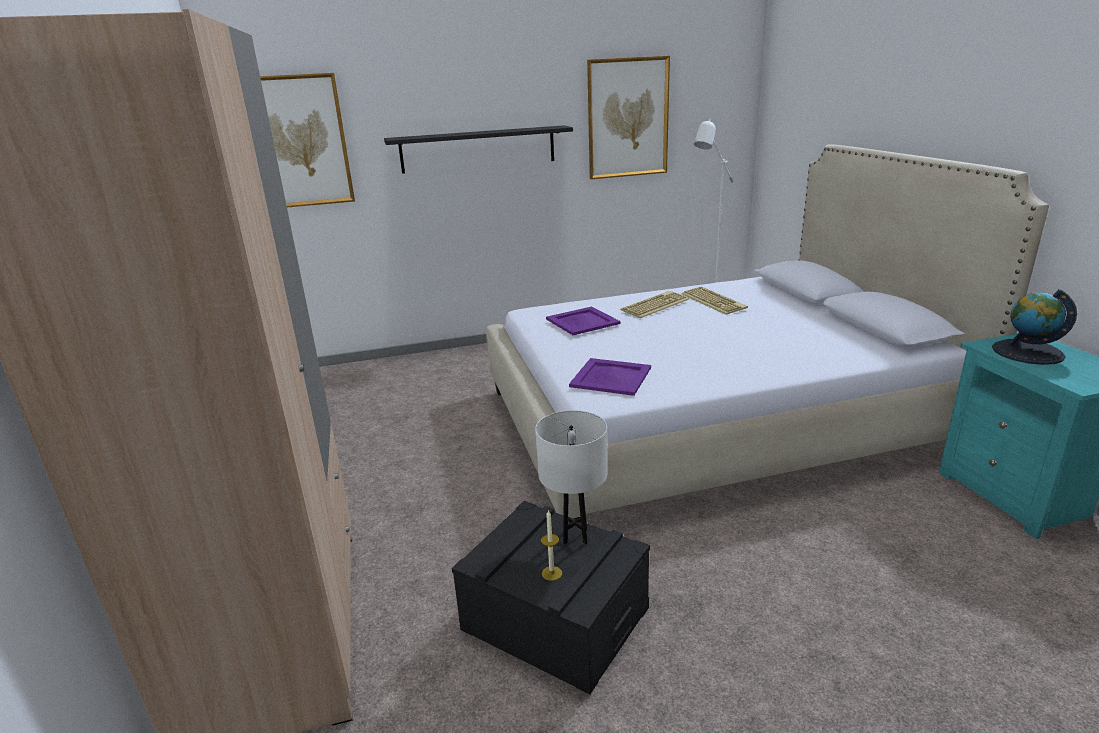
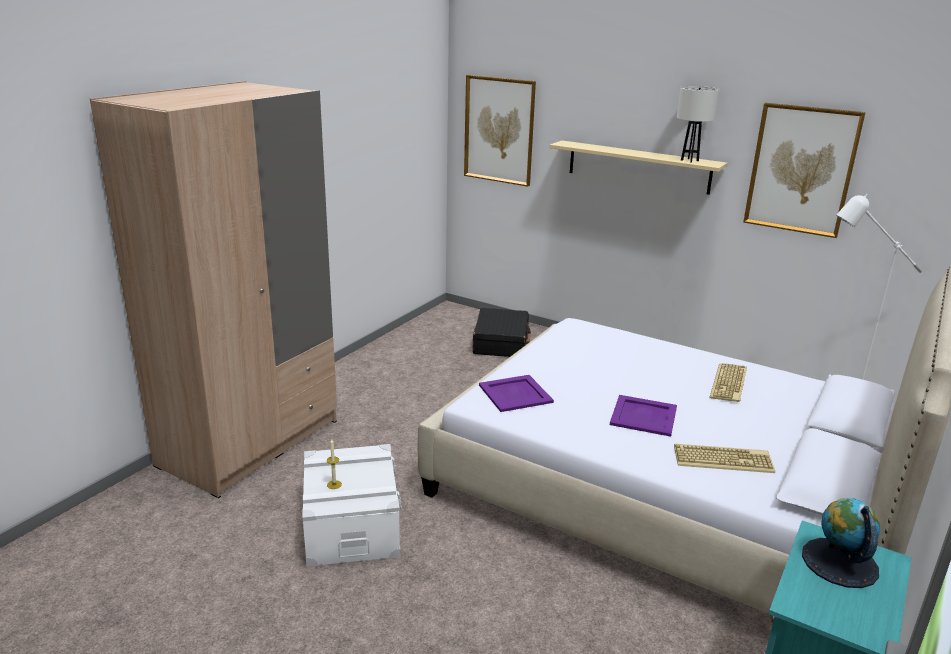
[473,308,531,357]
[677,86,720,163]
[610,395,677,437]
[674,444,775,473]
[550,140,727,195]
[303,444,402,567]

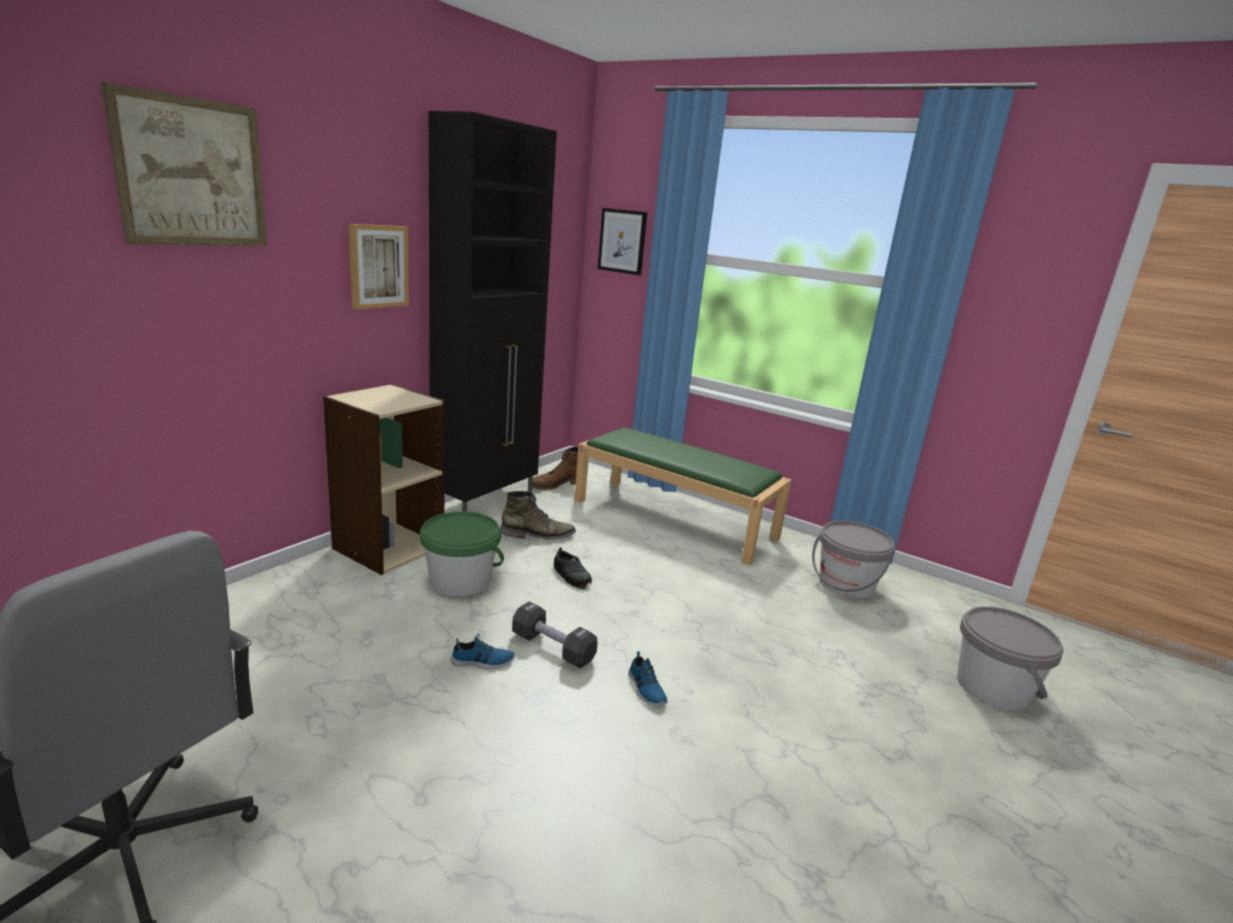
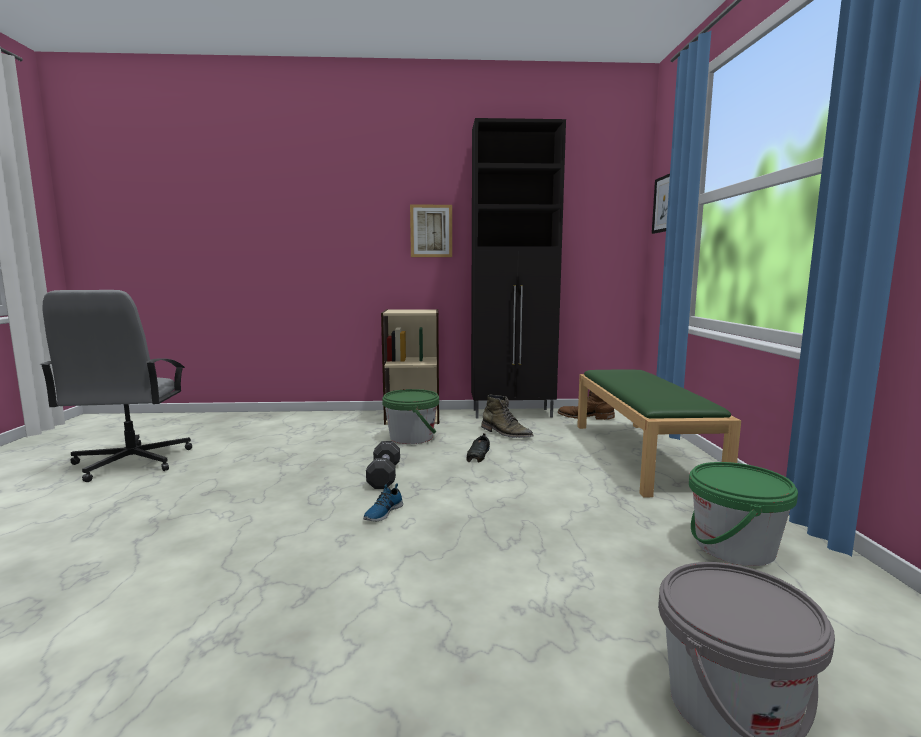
[101,82,267,246] (first image)
[451,634,515,669] (first image)
[689,462,798,566]

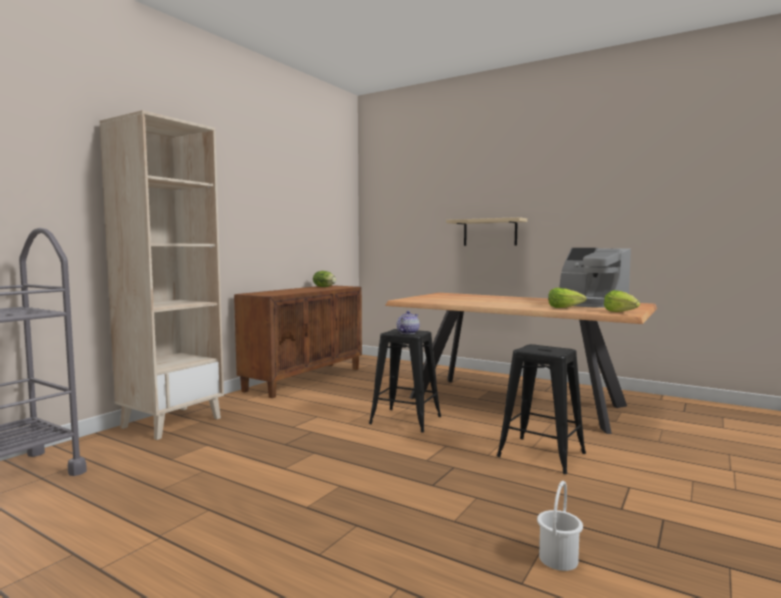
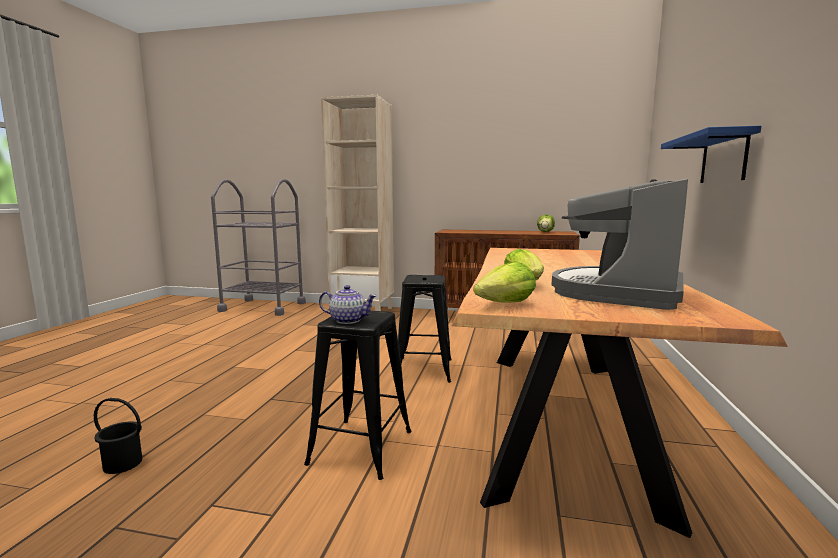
[319,285,377,324]
[661,126,761,183]
[94,398,142,474]

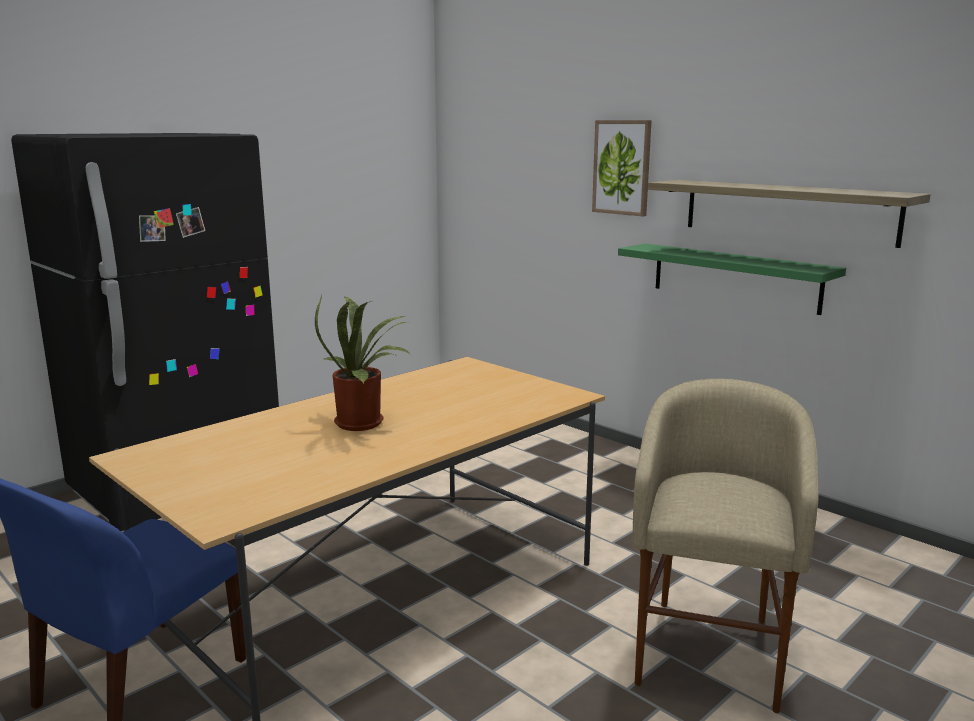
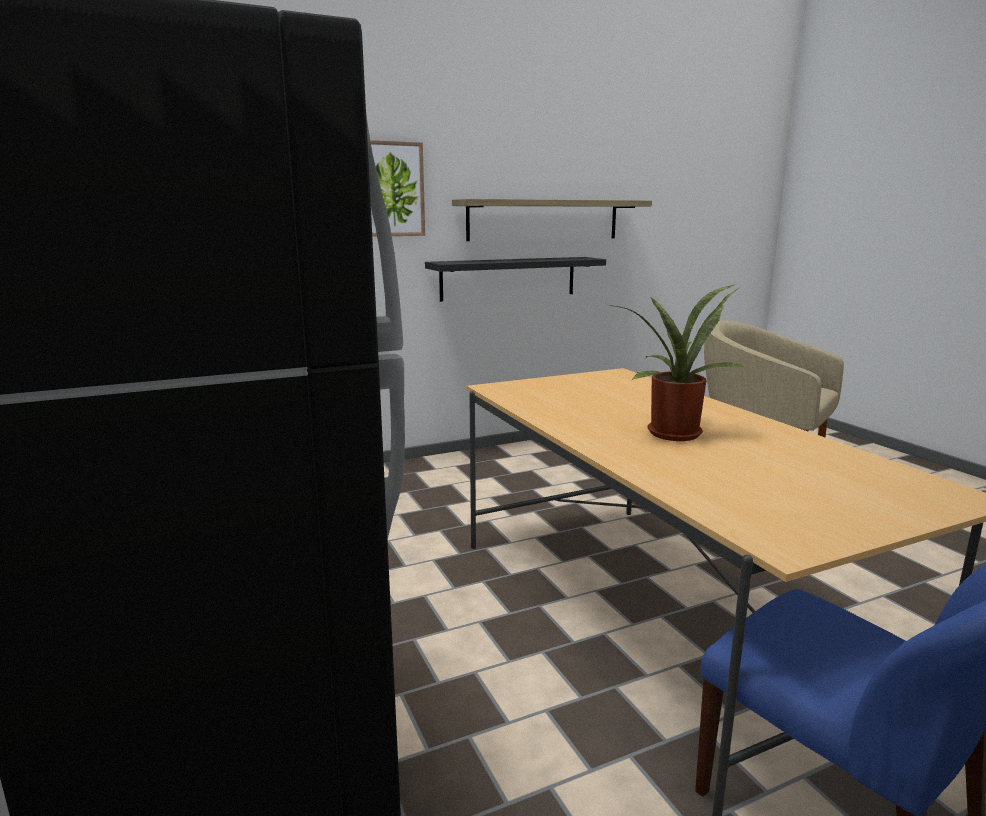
[425,257,606,302]

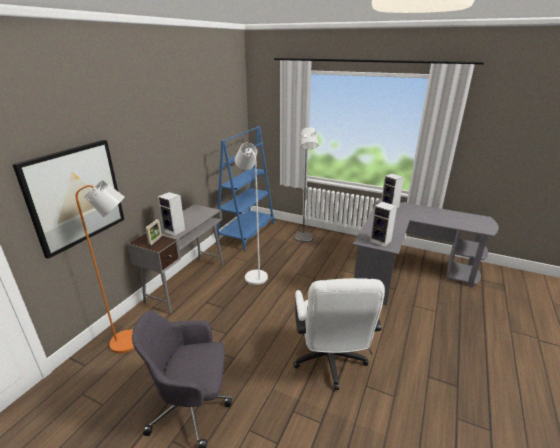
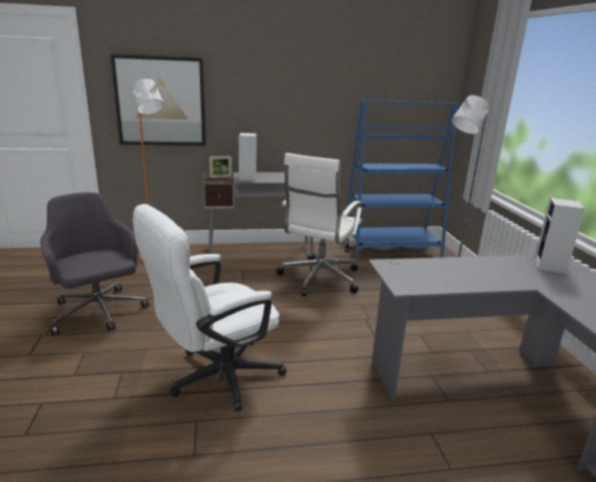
[370,201,397,247] (first image)
[276,153,362,296]

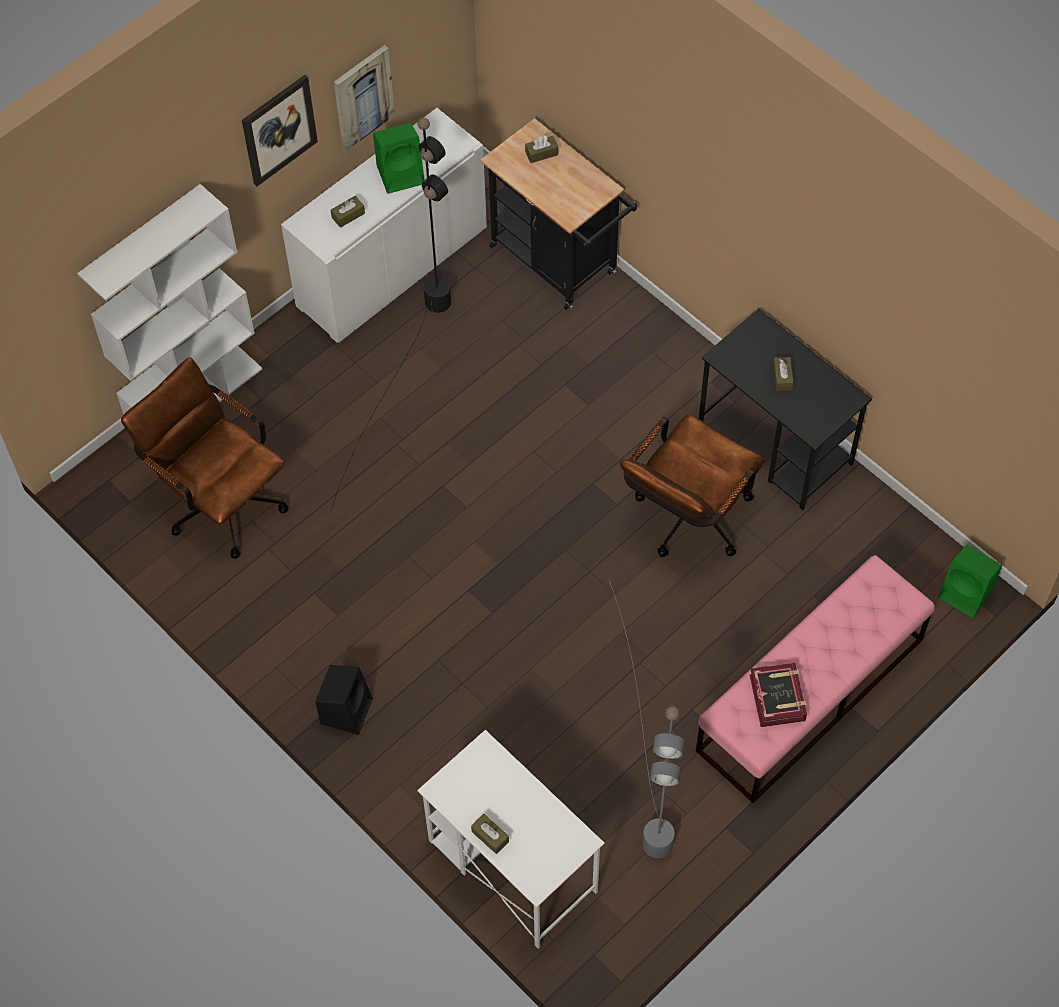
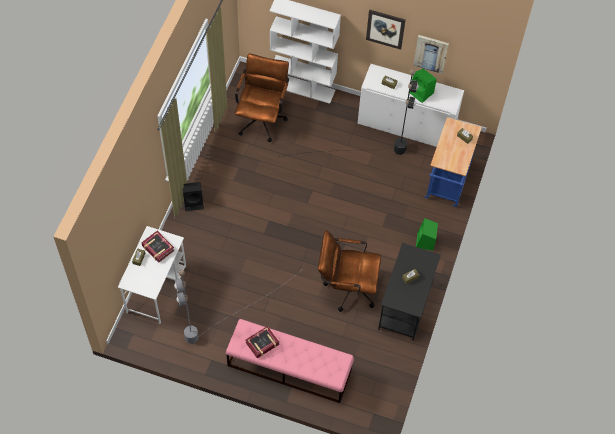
[141,231,175,263]
[416,218,438,251]
[425,117,482,208]

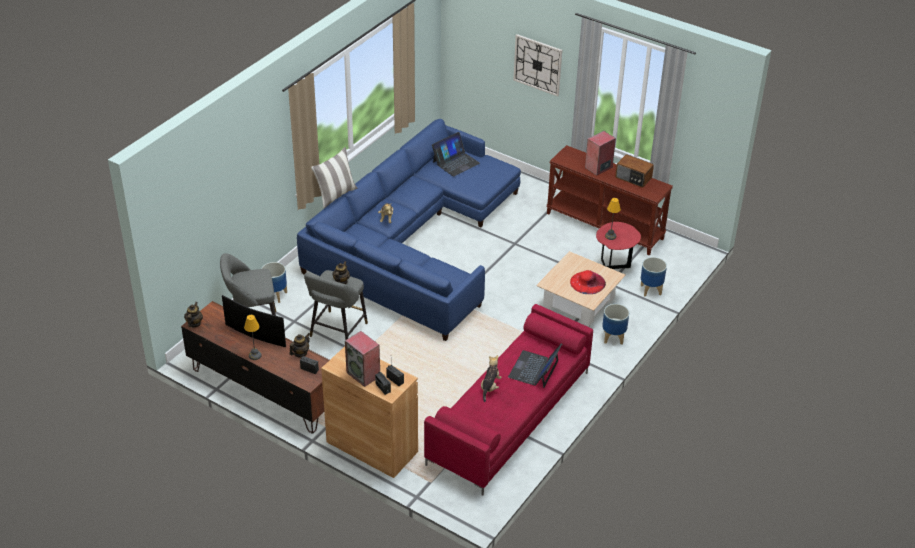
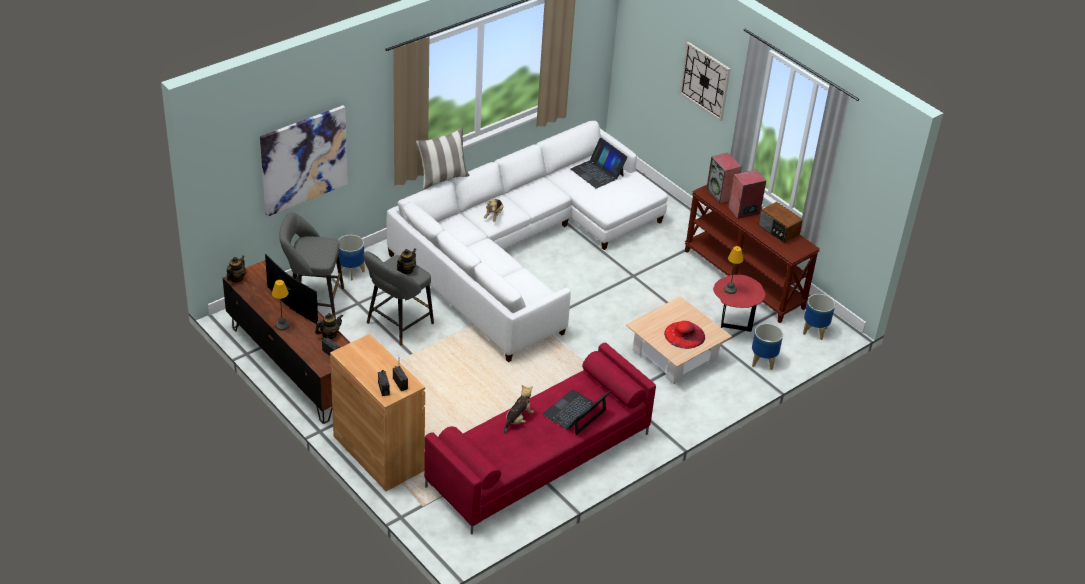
[260,105,348,217]
[706,153,742,204]
[803,294,835,340]
[387,121,668,362]
[571,138,627,189]

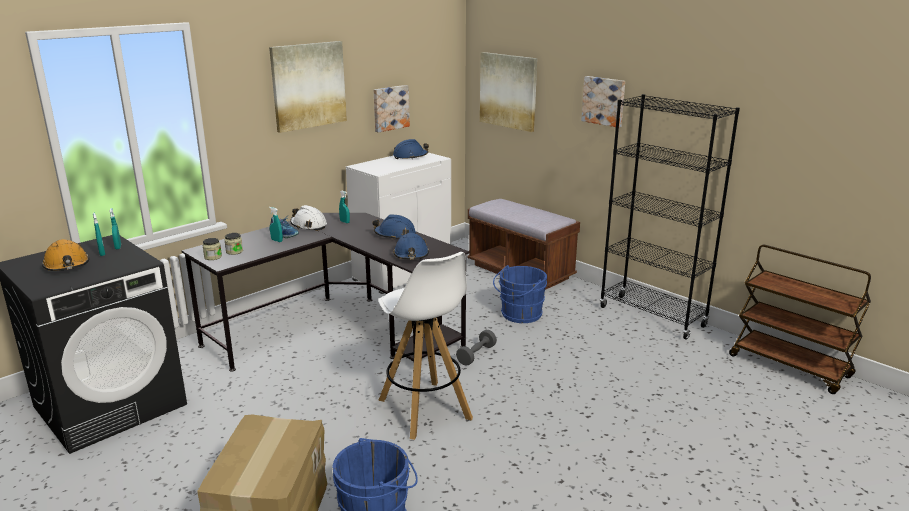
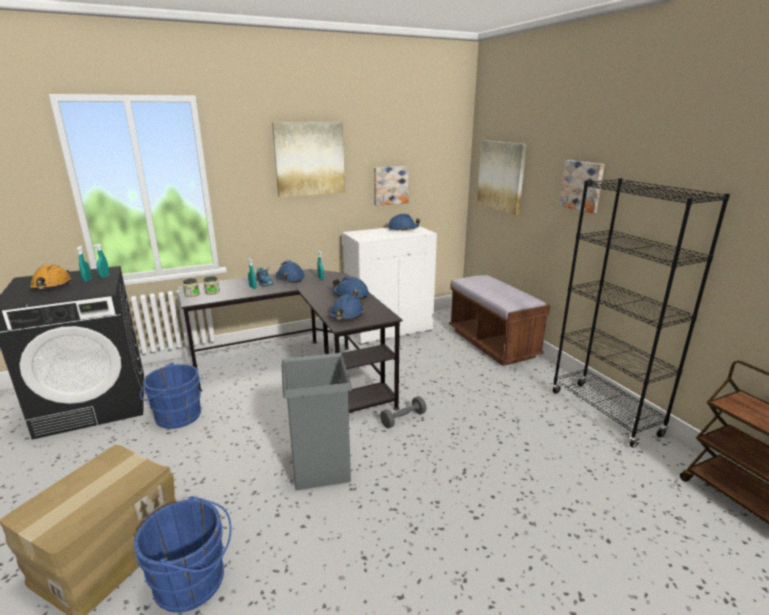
[140,362,202,429]
[282,353,352,490]
[276,260,305,283]

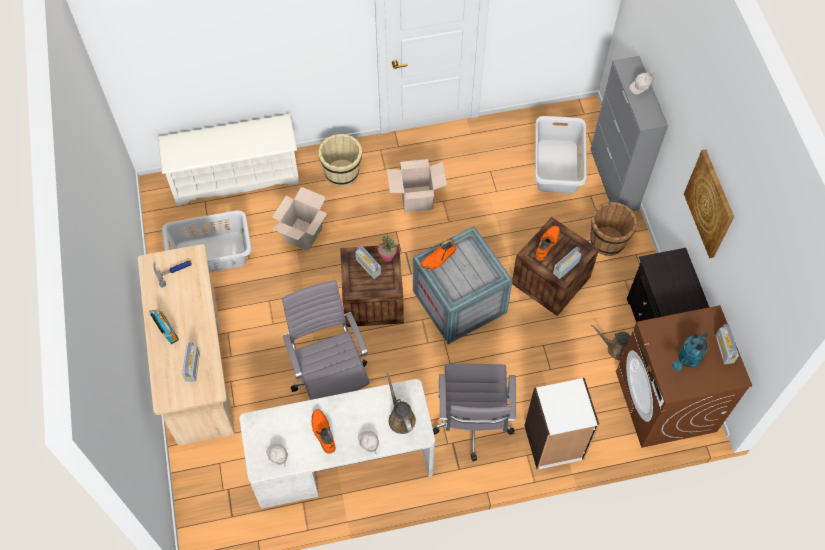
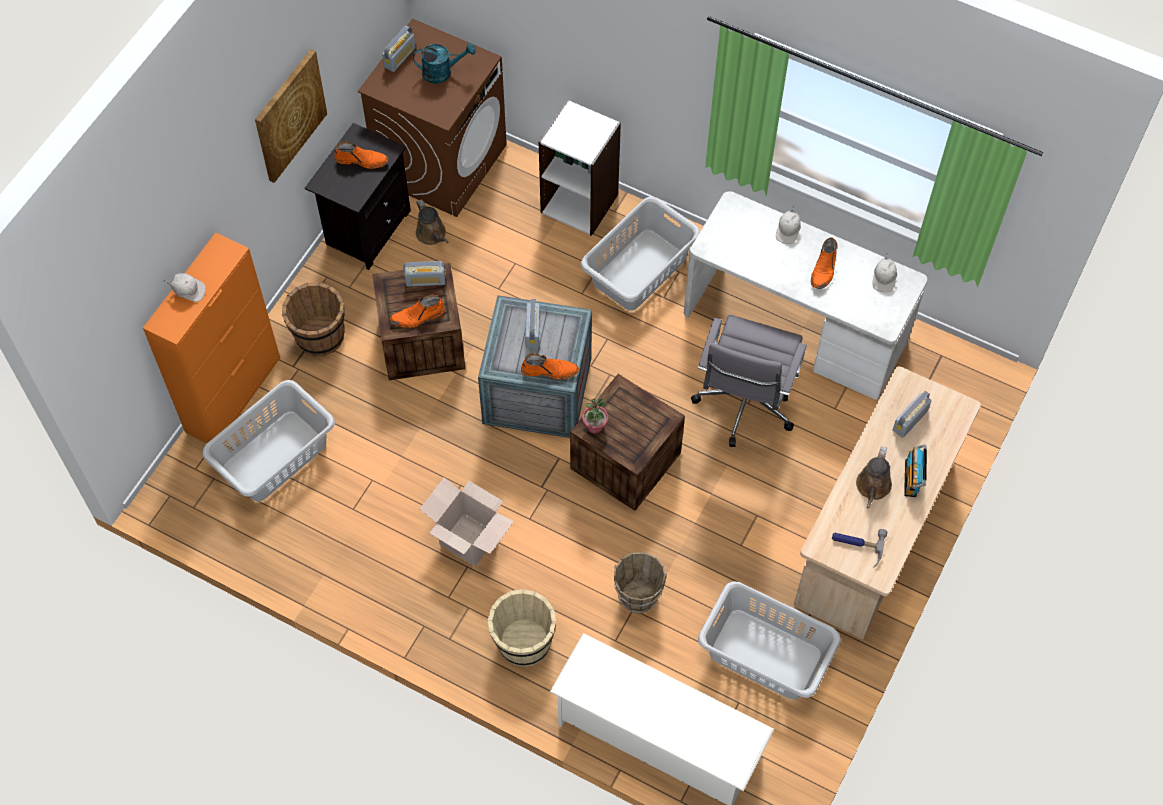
[334,141,388,169]
[525,299,540,348]
[856,446,892,509]
[614,552,667,614]
[580,197,700,311]
[143,233,280,443]

